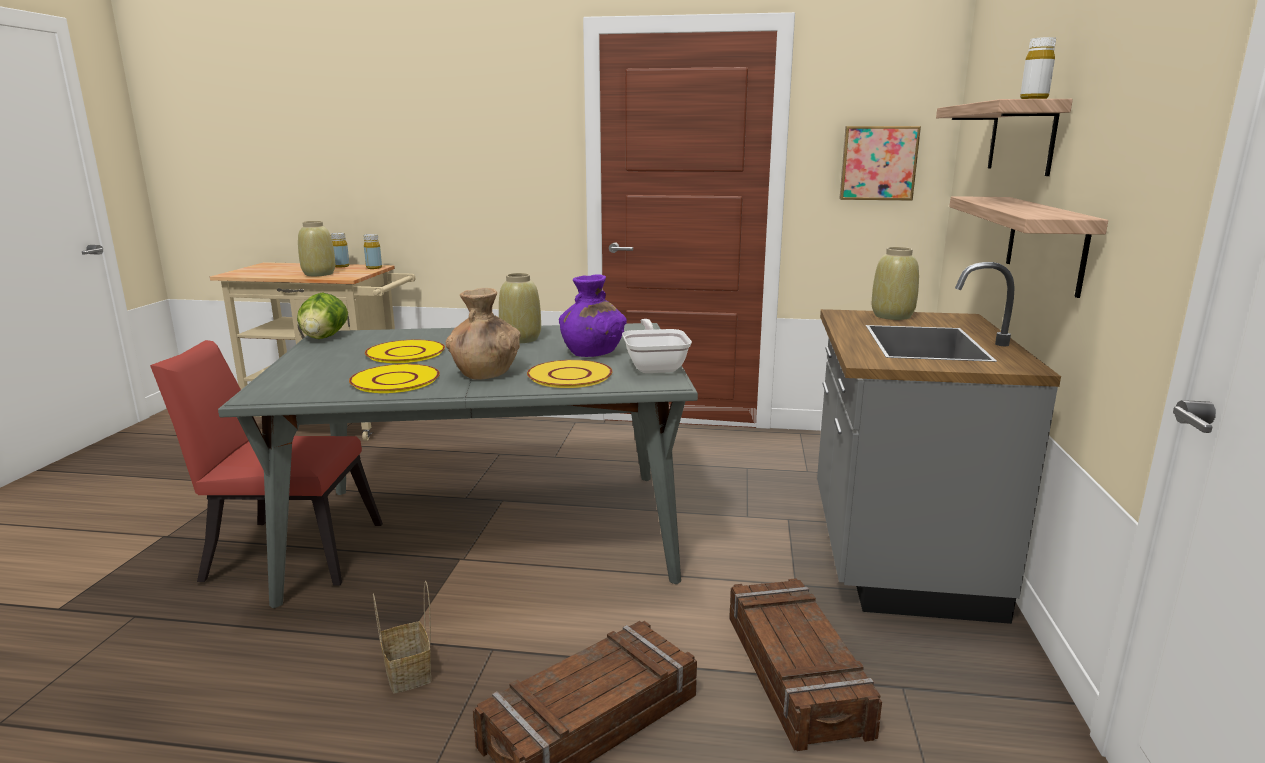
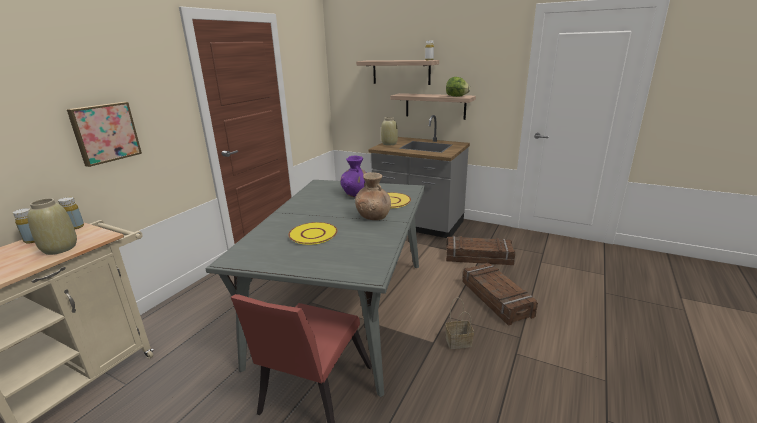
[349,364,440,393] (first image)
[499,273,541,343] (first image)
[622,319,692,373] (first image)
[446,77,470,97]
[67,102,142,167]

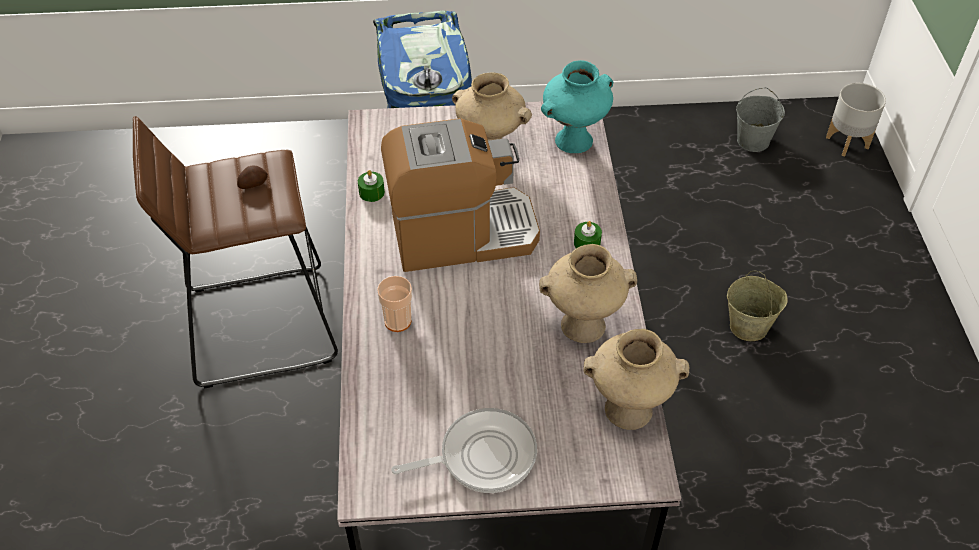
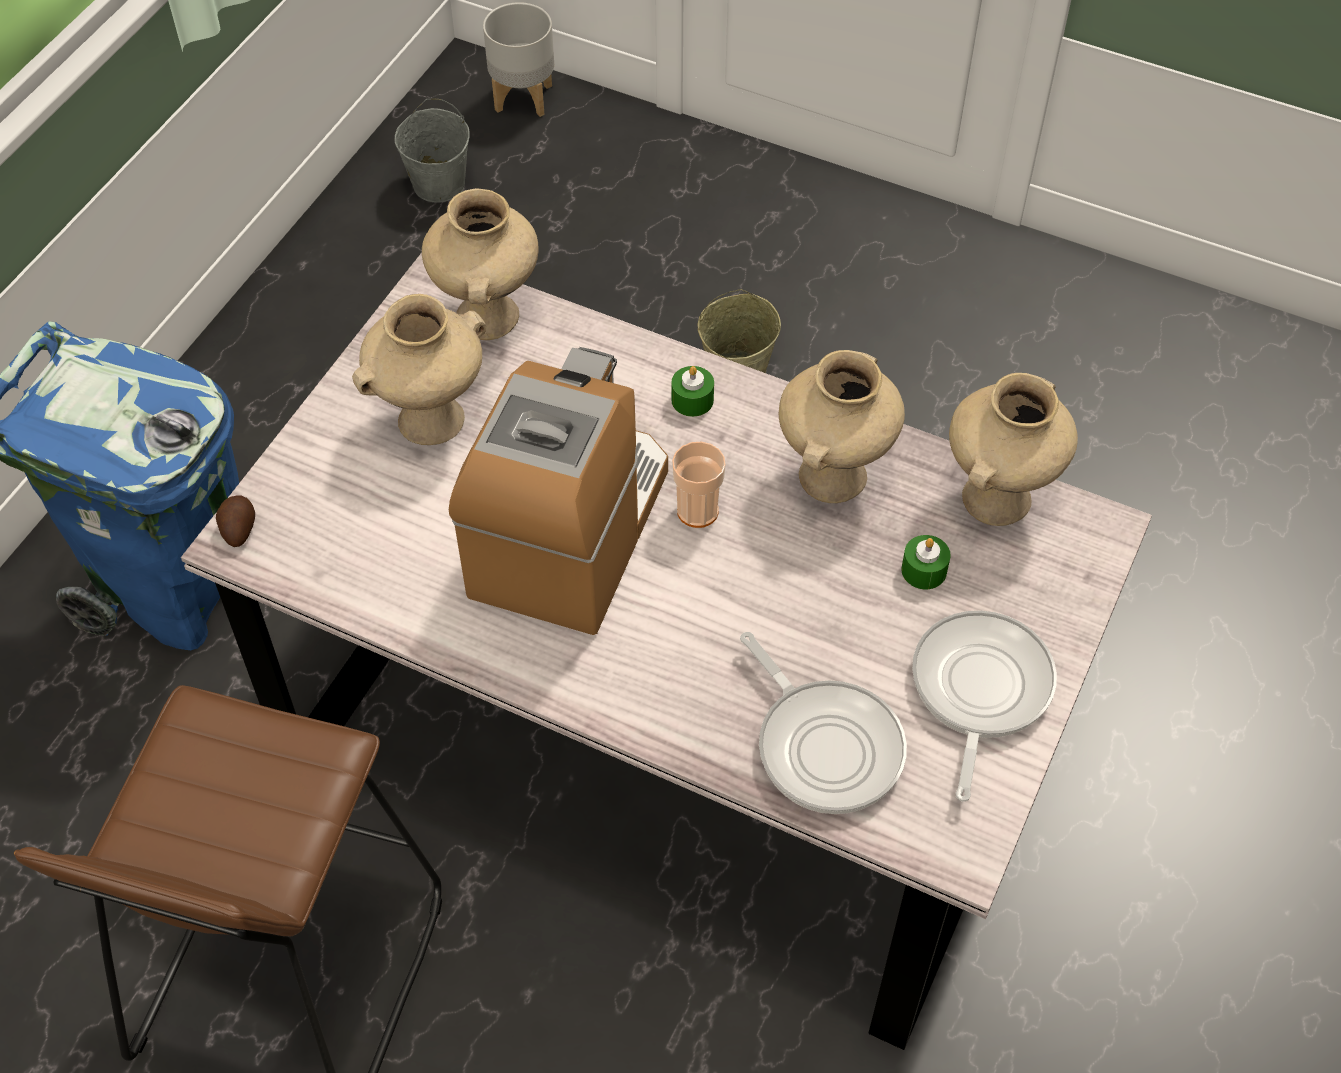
[740,632,907,814]
[216,496,255,547]
[901,535,951,589]
[672,441,726,528]
[422,188,539,340]

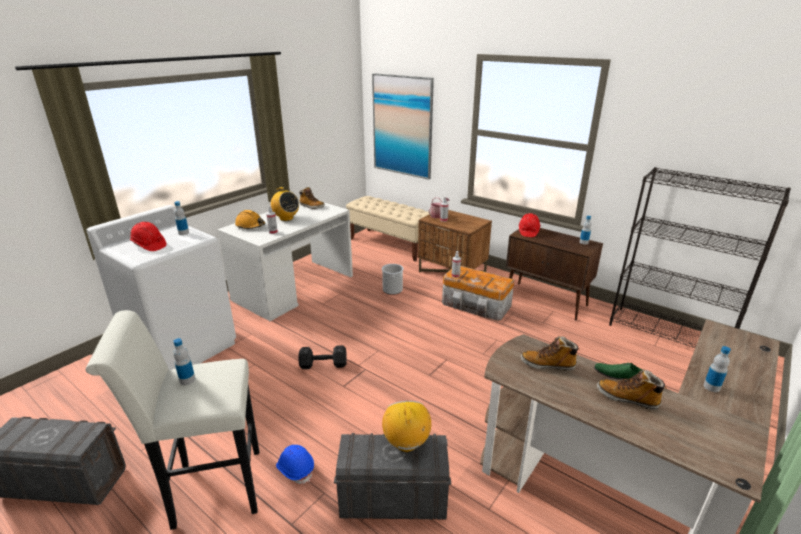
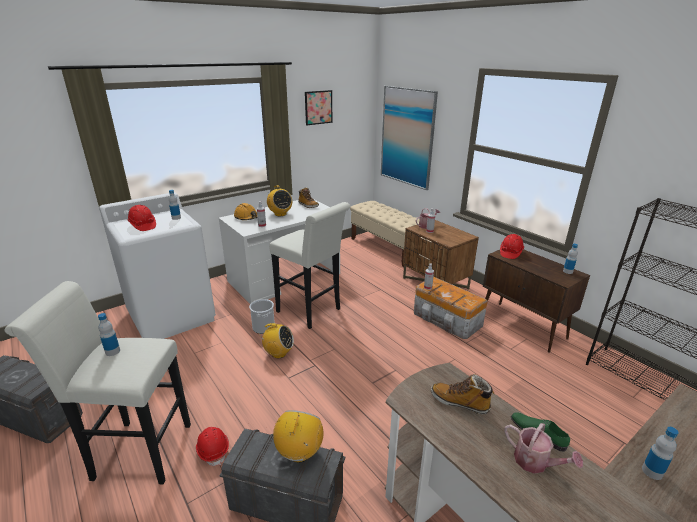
[269,202,351,329]
[305,90,332,125]
[249,299,275,334]
[258,323,294,358]
[504,423,583,474]
[196,427,229,466]

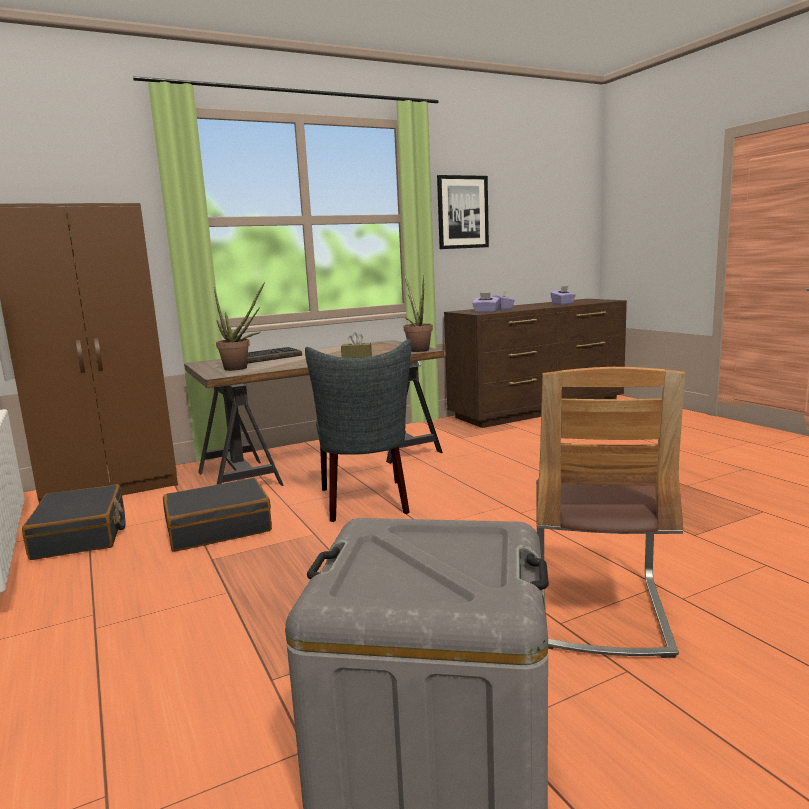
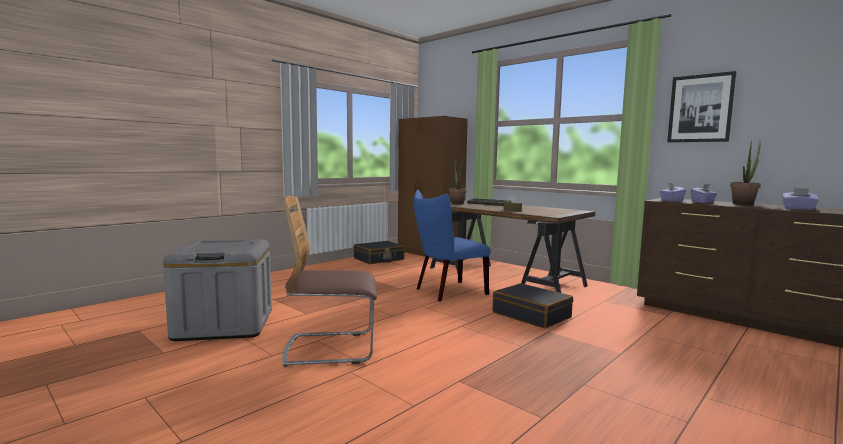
[492,283,573,329]
[730,140,761,205]
[413,190,491,301]

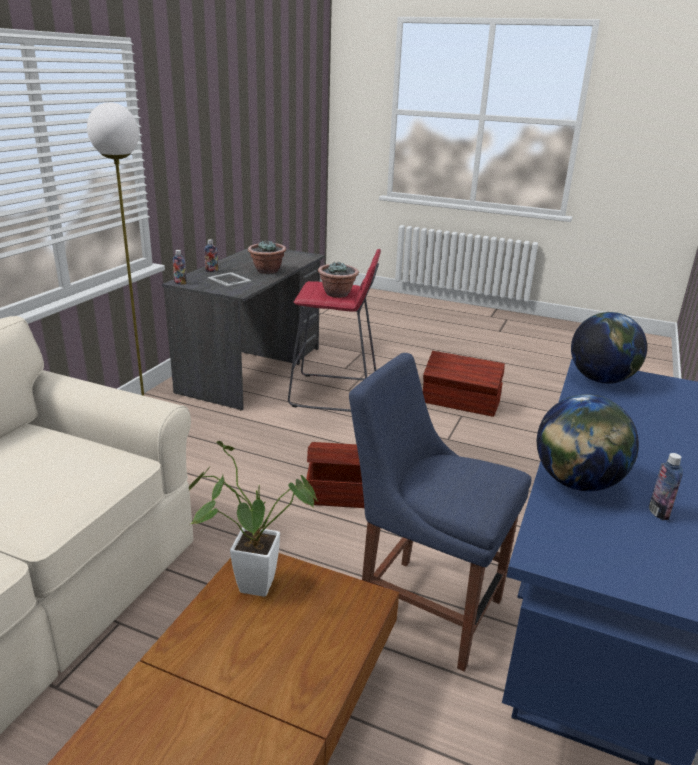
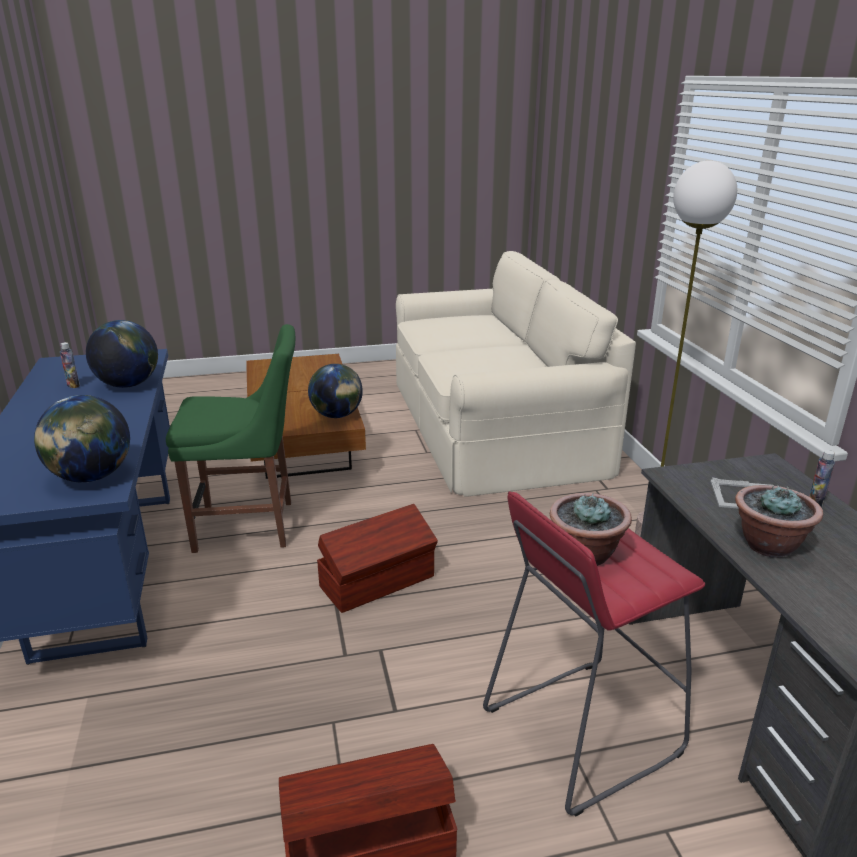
[172,250,187,285] (first image)
[308,364,363,418]
[166,324,295,553]

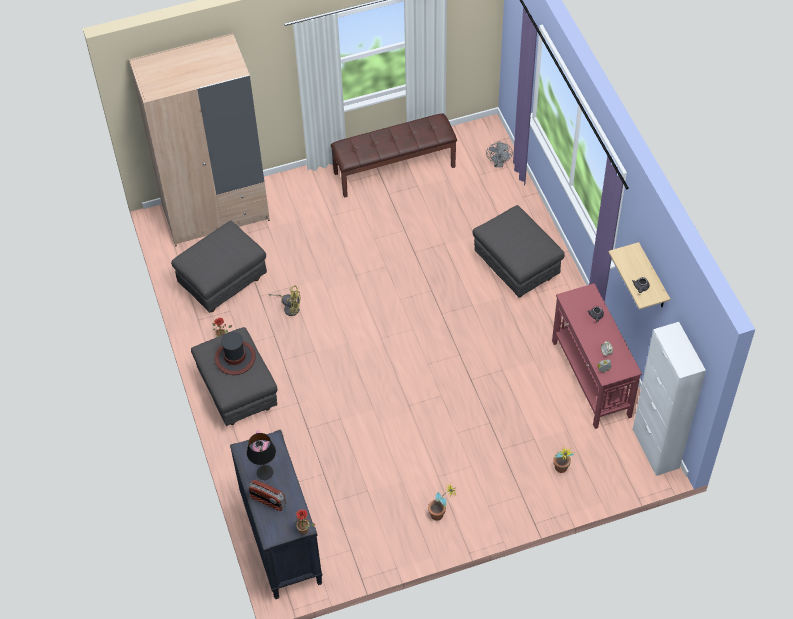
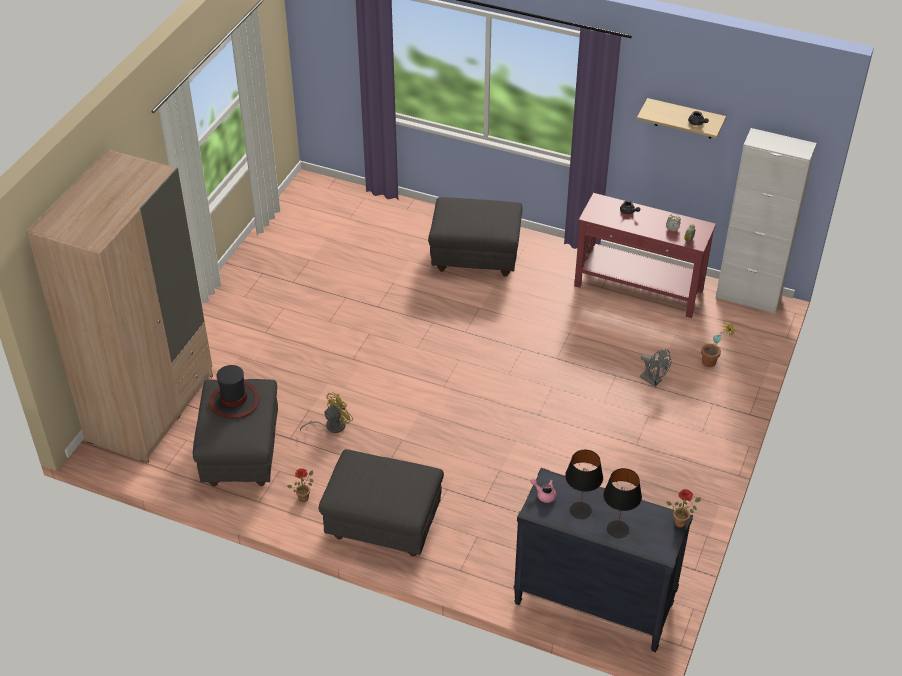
[330,114,457,198] (first image)
[428,484,456,521] (first image)
[209,365,260,419]
[640,349,671,387]
[603,468,642,538]

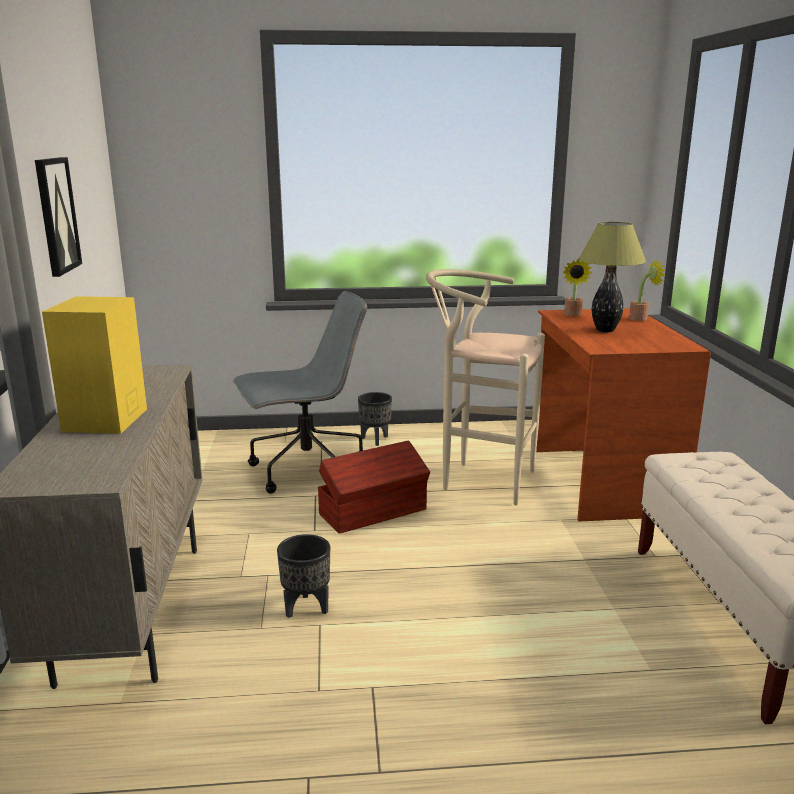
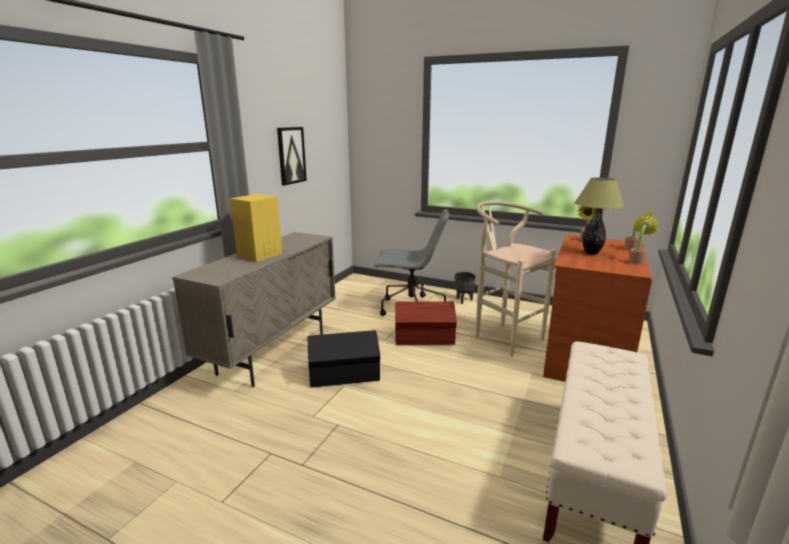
[628,214,659,265]
[308,330,380,387]

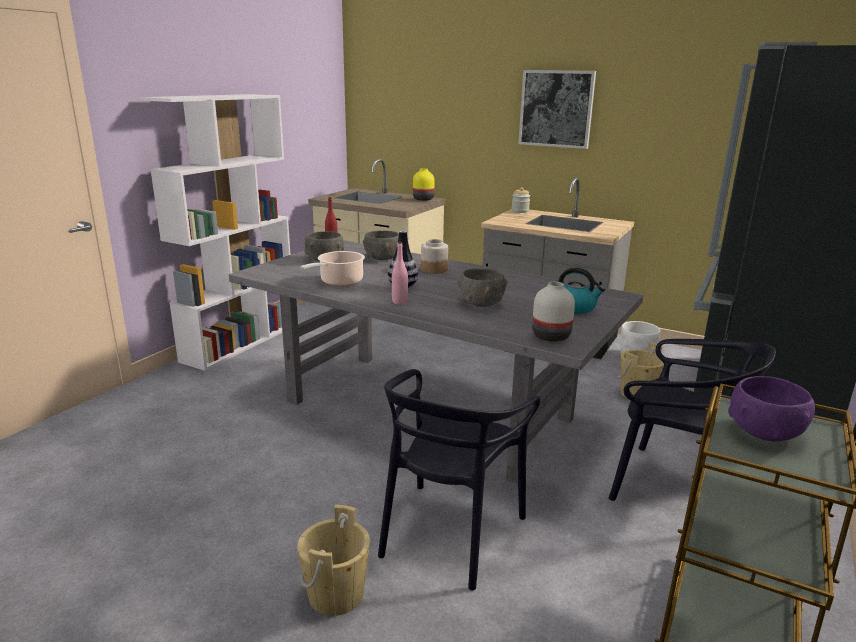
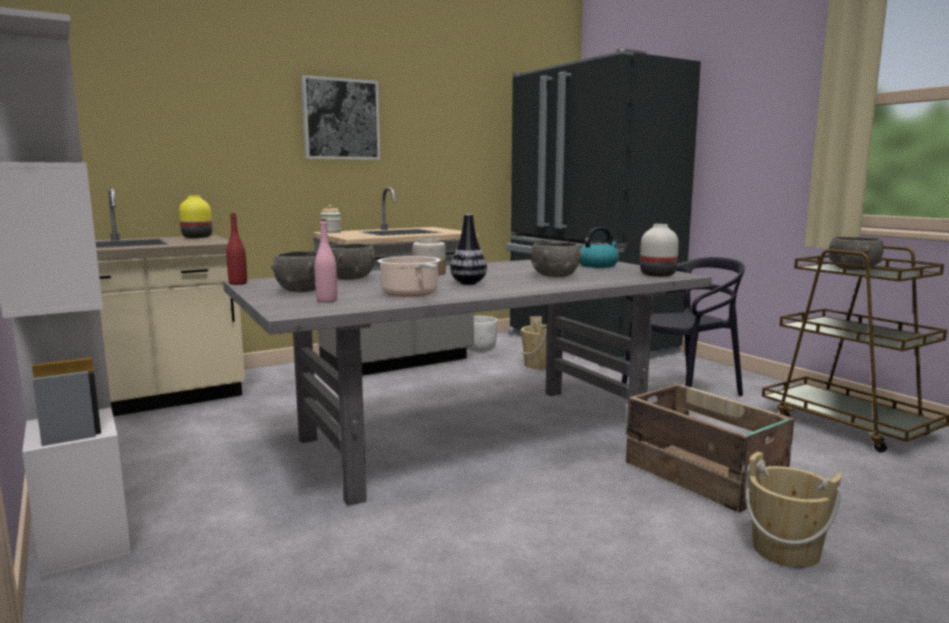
[315,219,337,303]
[626,384,794,512]
[829,237,883,270]

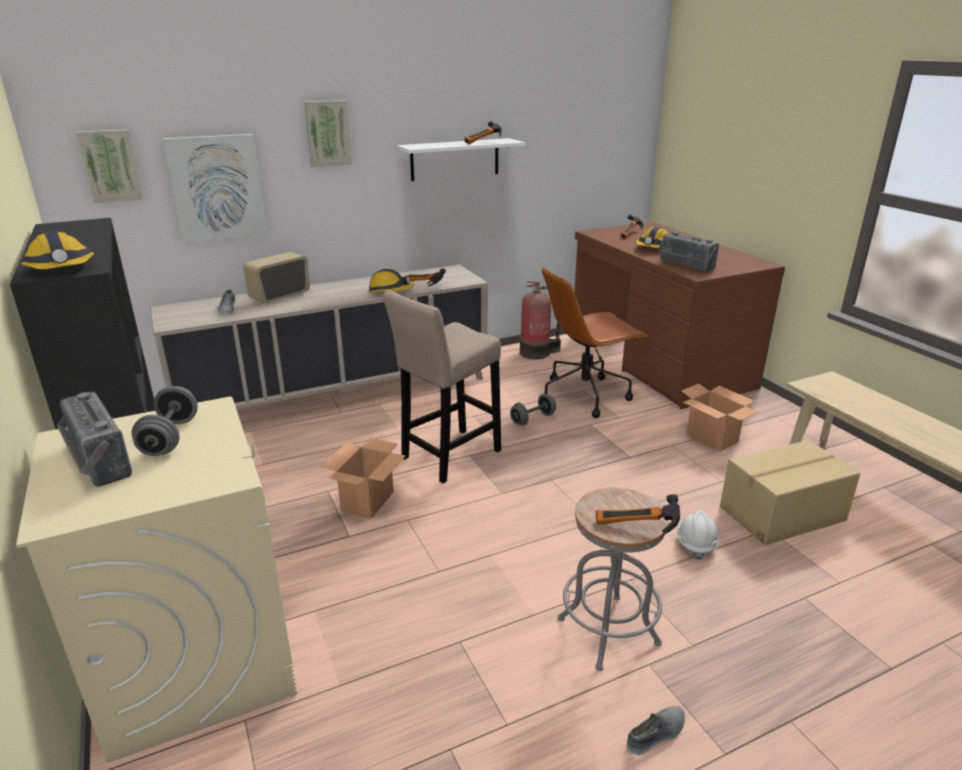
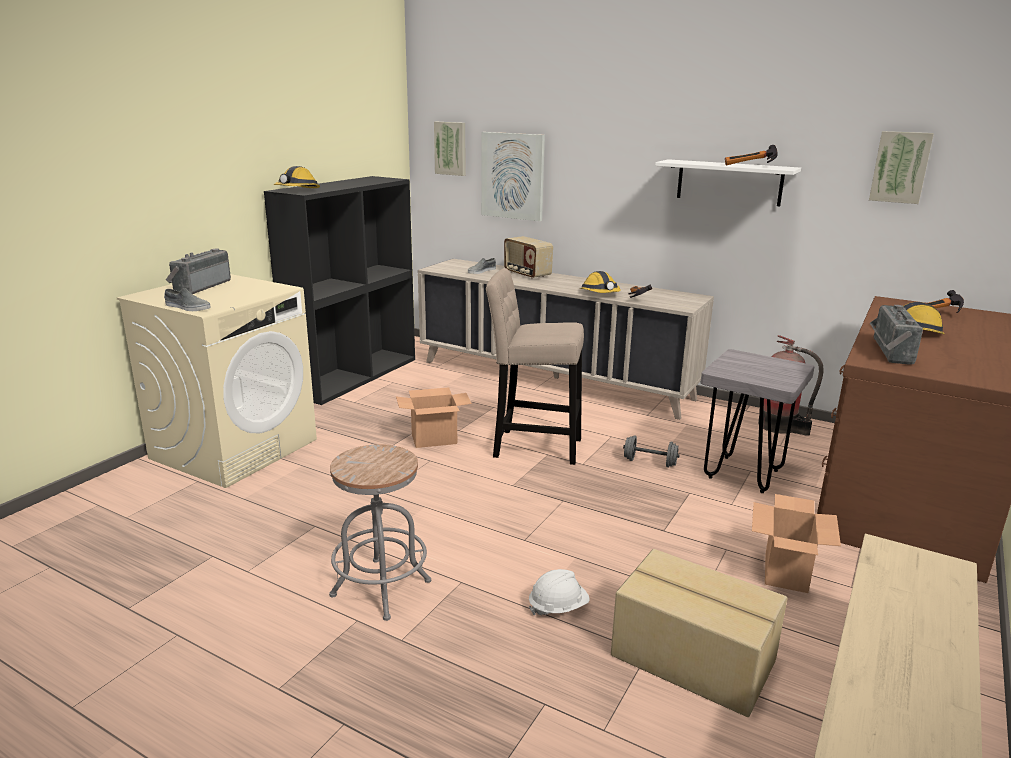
[131,386,198,456] (first image)
[596,495,680,535] (first image)
[869,131,934,204]
[164,288,211,311]
[700,349,814,493]
[504,236,553,279]

